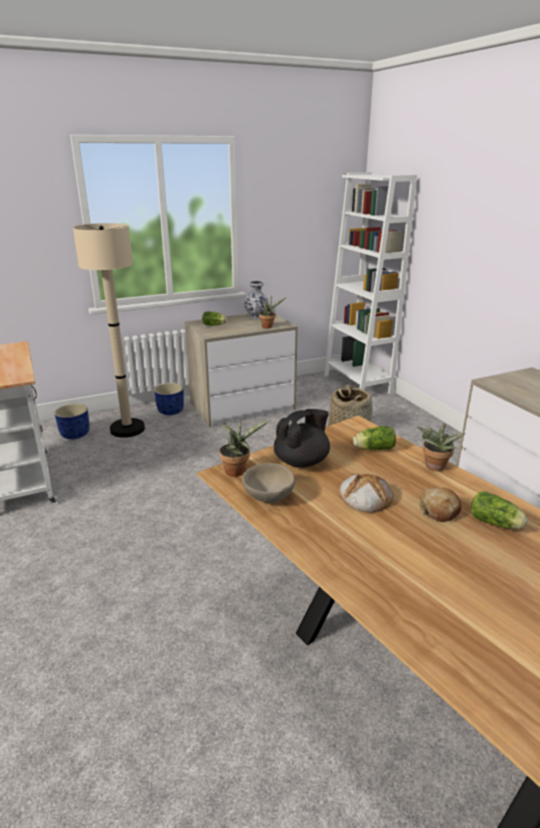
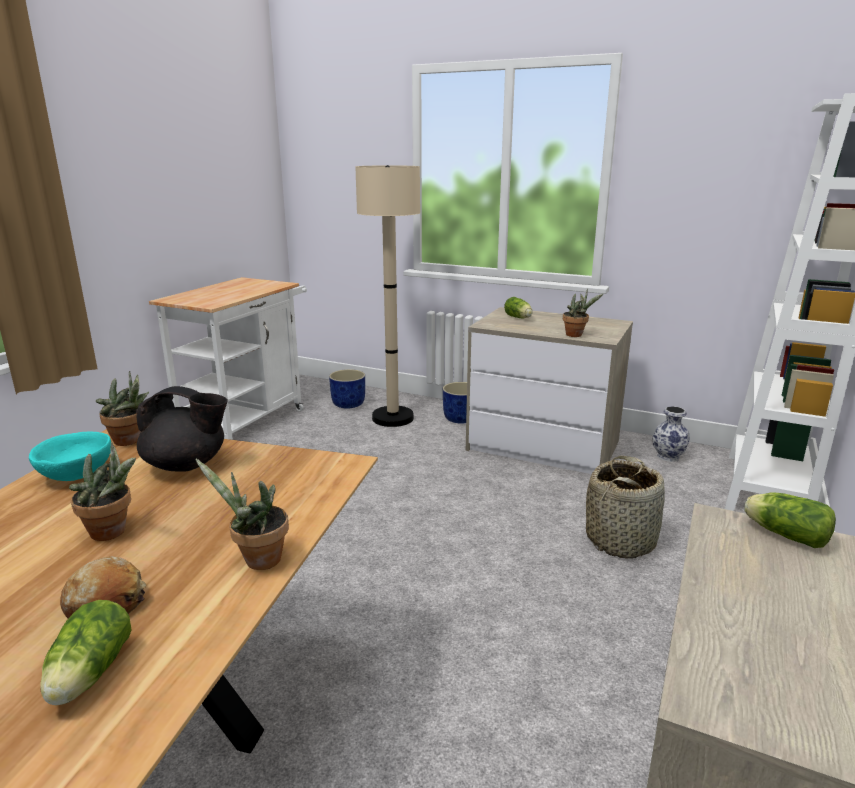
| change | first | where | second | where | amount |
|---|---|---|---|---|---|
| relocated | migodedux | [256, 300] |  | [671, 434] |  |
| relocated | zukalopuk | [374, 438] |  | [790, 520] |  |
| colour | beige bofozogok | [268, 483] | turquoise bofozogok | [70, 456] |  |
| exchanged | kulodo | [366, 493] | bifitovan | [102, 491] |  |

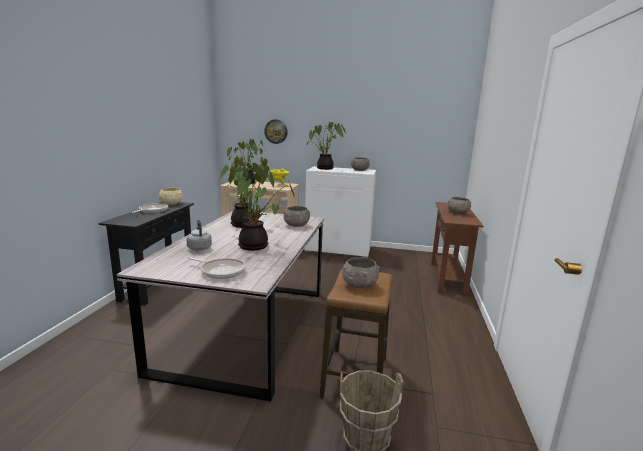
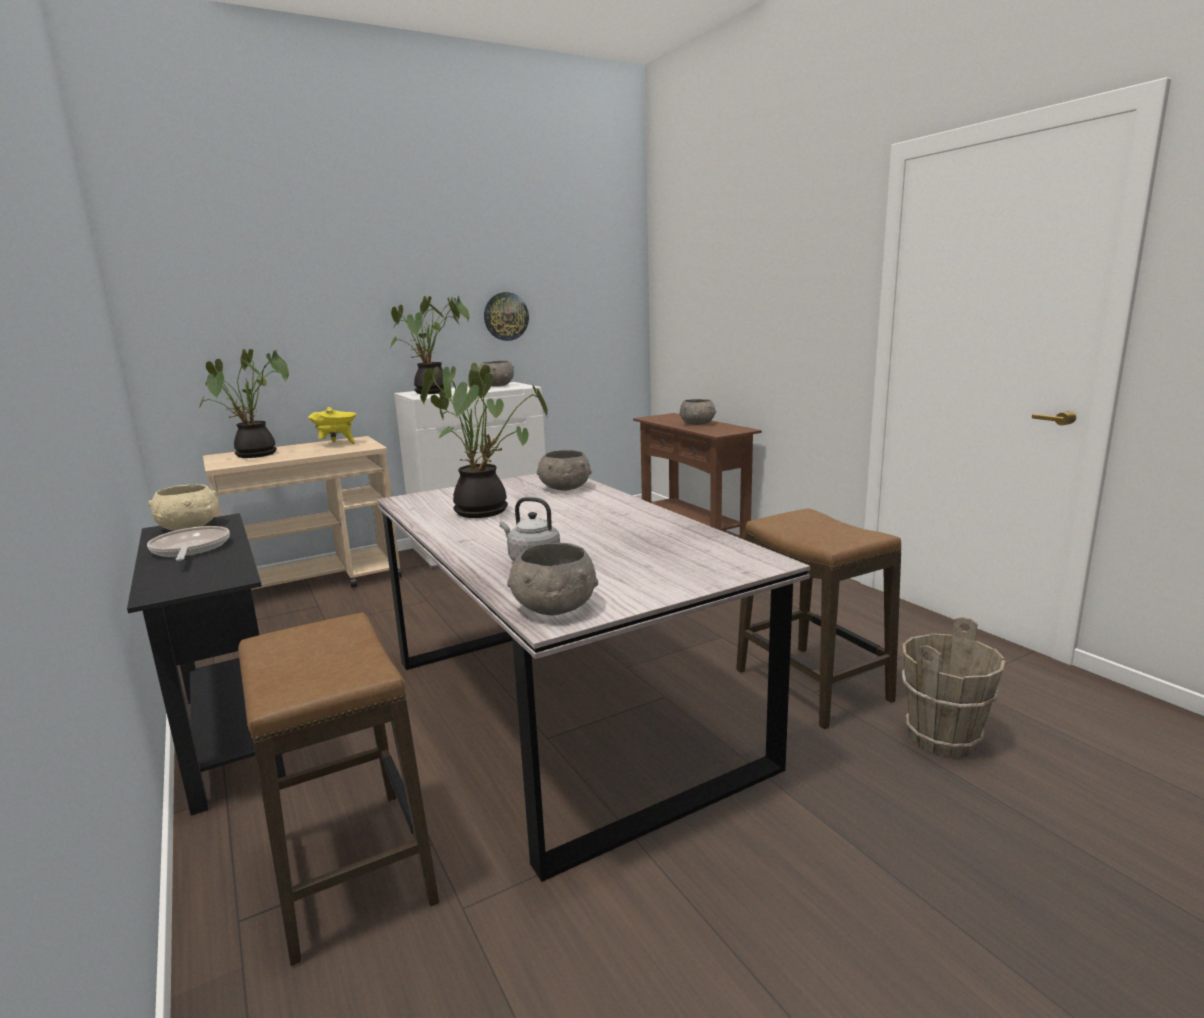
| change | first | where | second | where | amount |
|---|---|---|---|---|---|
| relocated | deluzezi | [276, 131] |  | [506, 316] |  |
| missing | bifitovan | [261, 207] |  |  |  |
| missing | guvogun | [216, 268] |  |  |  |
| relocated | grey bofozogok | [361, 272] |  | [552, 579] |  |
| appeared |  |  | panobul | [338, 789] |  |

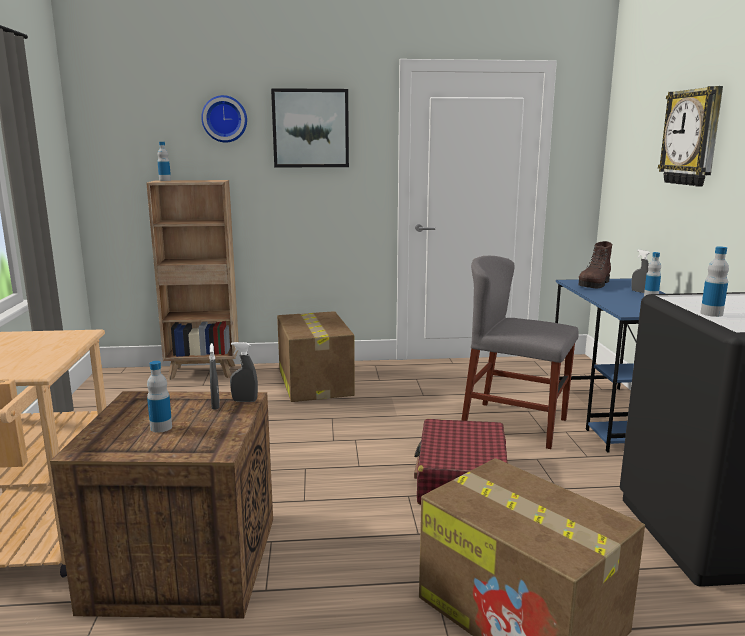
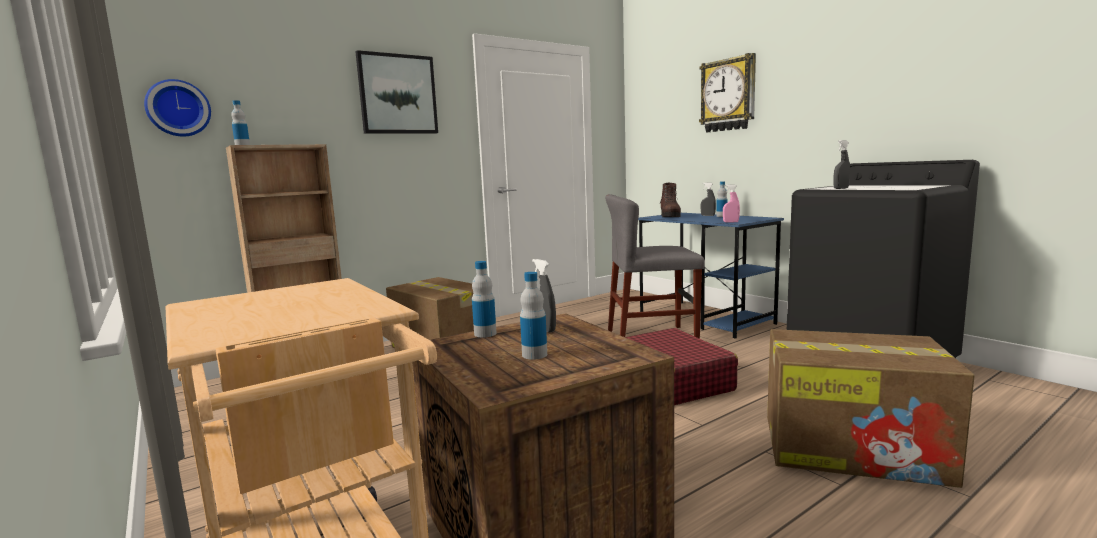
| change | first | where | second | where | amount |
|---|---|---|---|---|---|
| relocated | deluzezi | [224, 119] |  | [177, 108] |  |
| relocated | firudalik | [714, 281] |  | [484, 299] |  |
| relocated | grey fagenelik | [244, 372] |  | [841, 164] |  |
| appeared |  |  | pink fagenelik | [731, 203] |  |

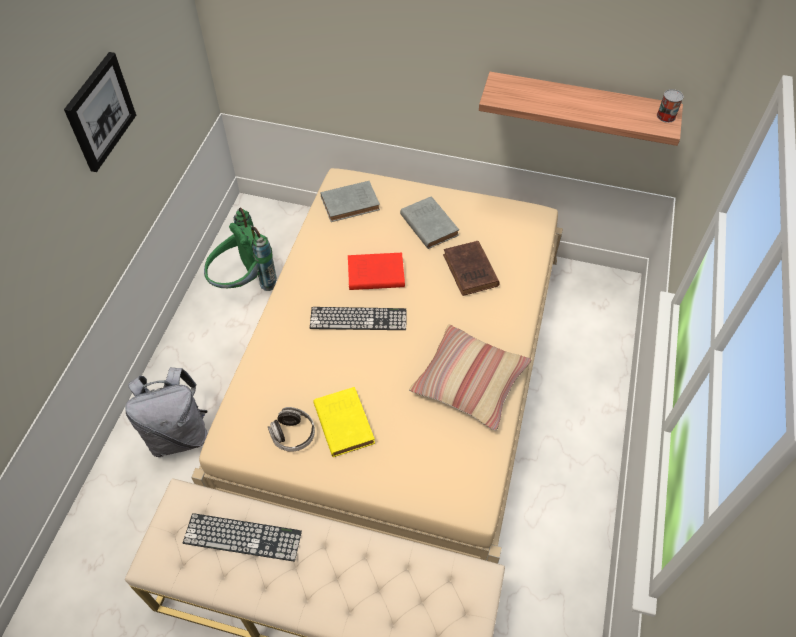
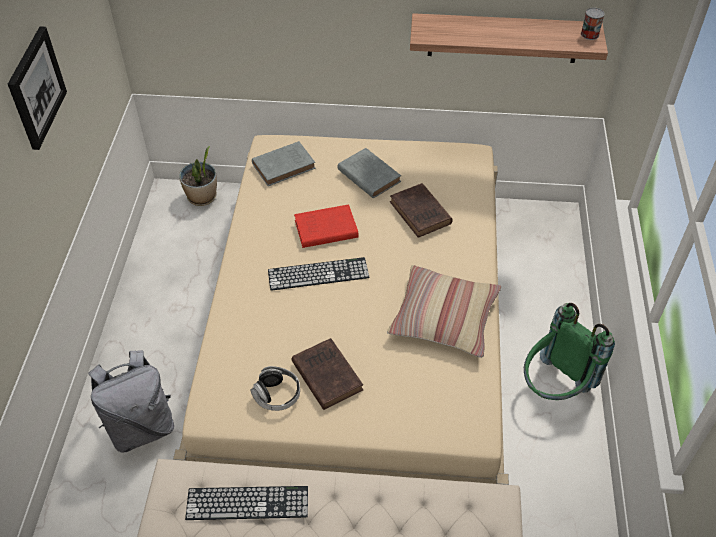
| change | first | where | second | where | amount |
|---|---|---|---|---|---|
| relocated | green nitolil | [240, 249] |  | [569, 351] |  |
| colour | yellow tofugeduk | [344, 422] | brown tofugeduk | [327, 374] |  |
| appeared |  |  | bifitovan | [198, 176] |  |

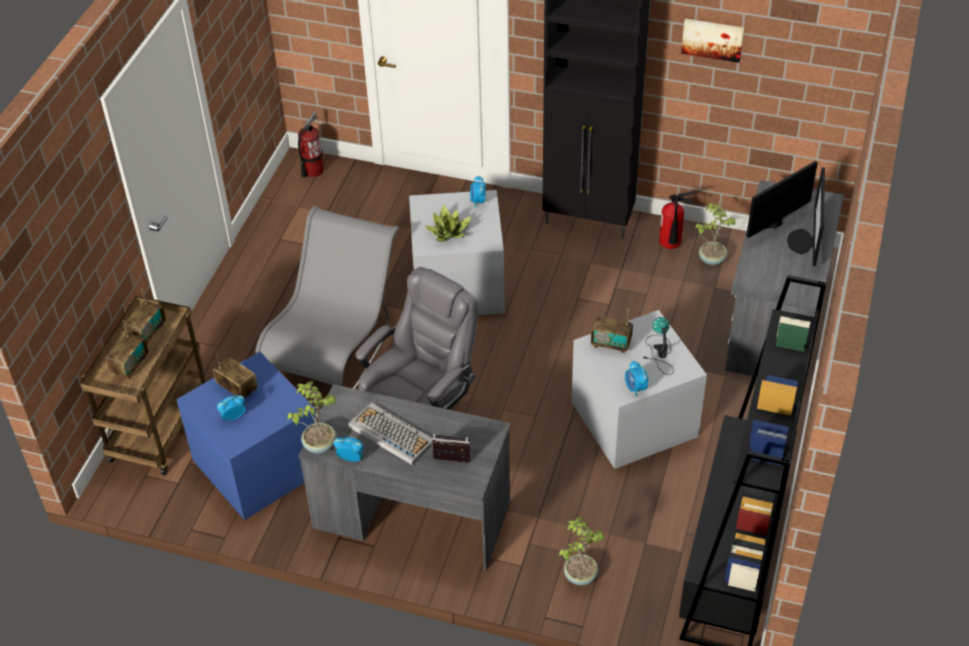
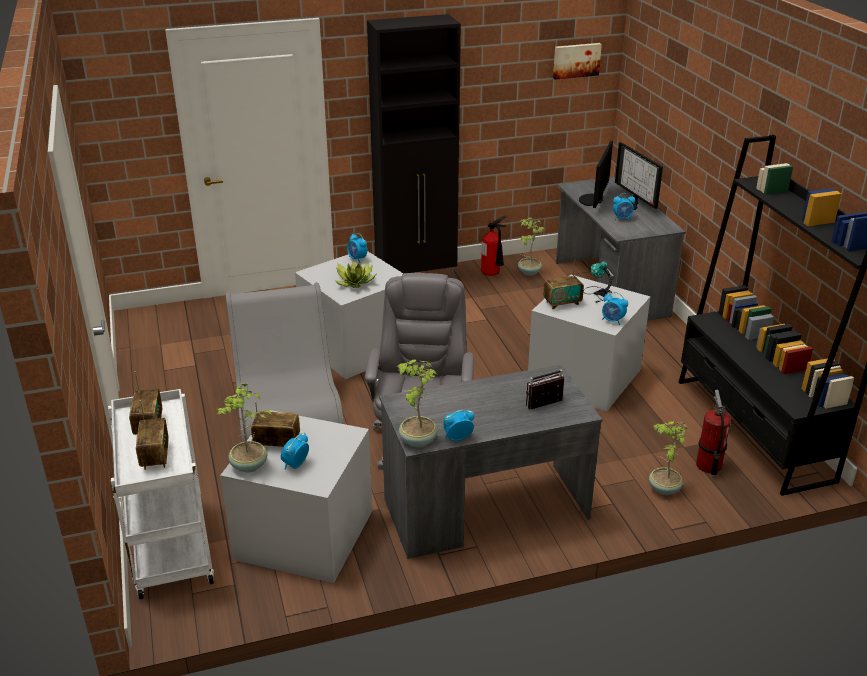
| change | first | where | second | where | amount |
|---|---|---|---|---|---|
| relocated | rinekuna | [712, 41] |  | [577, 61] |  |
| relocated | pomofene | [311, 144] |  | [713, 432] |  |
| colour | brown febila | [144, 385] | white febila | [161, 494] |  |
| colour | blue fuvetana | [246, 436] | grey fuvetana | [296, 496] |  |
| missing | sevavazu | [390, 434] |  |  |  |
| appeared |  |  | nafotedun | [624, 206] |  |
| appeared |  |  | bifitovan | [244, 427] |  |

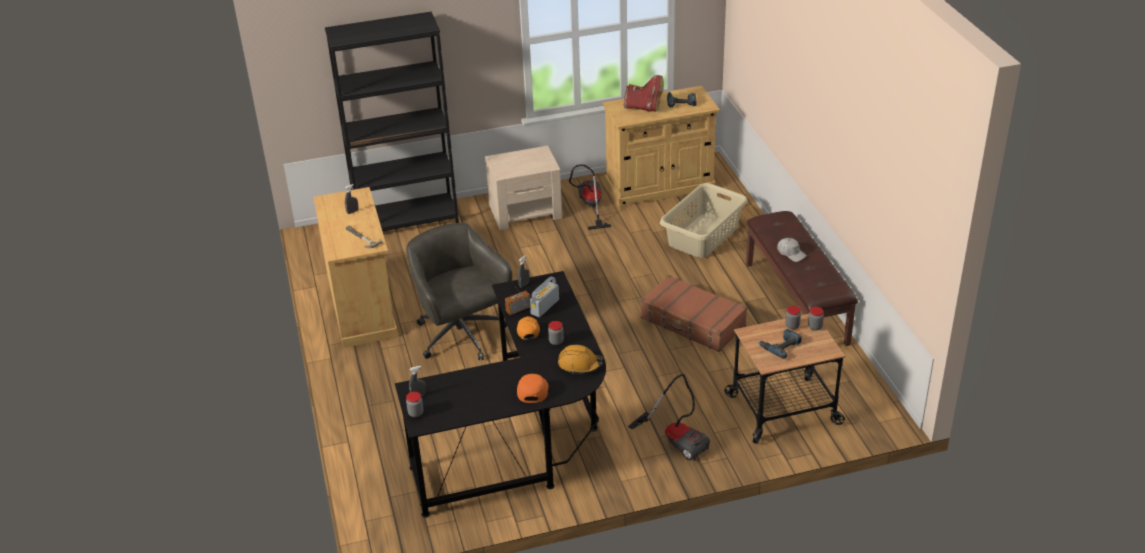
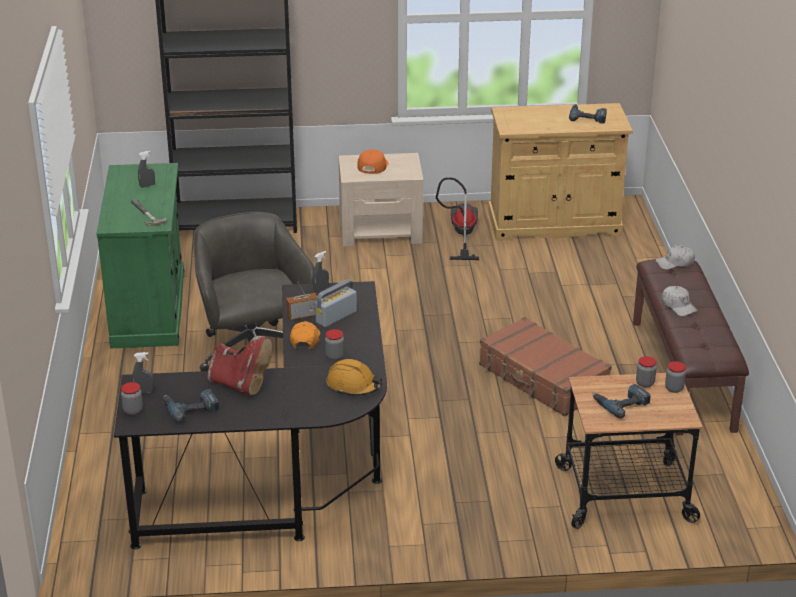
| change | first | where | second | where | amount |
|---|---|---|---|---|---|
| relocated | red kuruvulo | [644, 93] |  | [239, 365] |  |
| missing | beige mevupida | [704, 220] |  |  |  |
| colour | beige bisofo | [355, 267] | green bisofo | [140, 256] |  |
| relocated | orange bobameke | [532, 388] |  | [372, 162] |  |
| missing | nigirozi | [669, 417] |  |  |  |
| appeared |  |  | white bobameke | [675, 257] |  |
| appeared |  |  | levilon | [191, 406] |  |

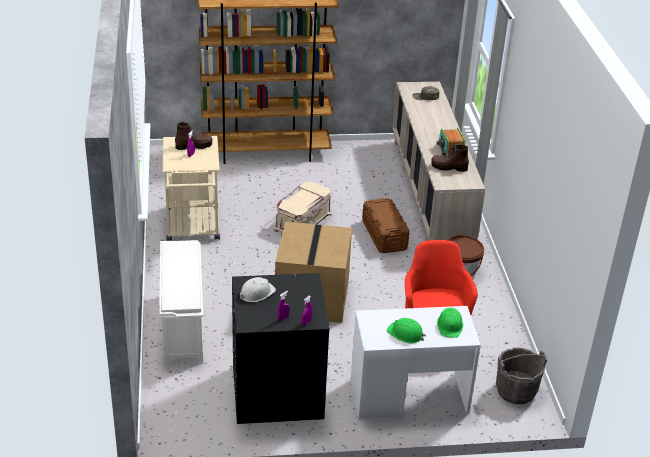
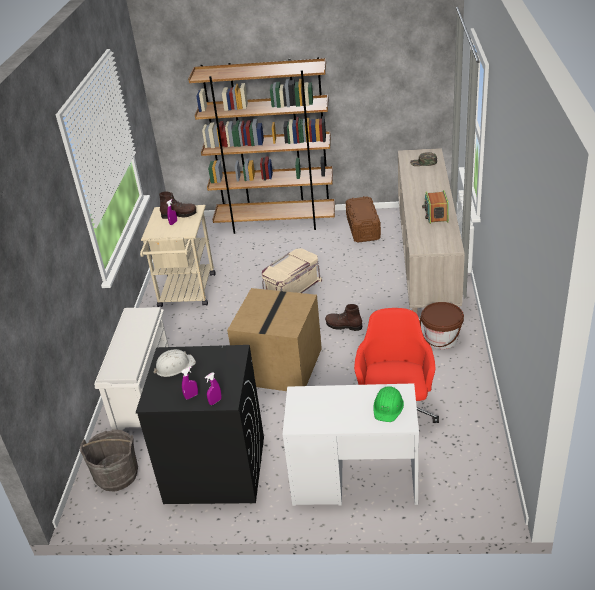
| change | first | where | second | where | amount |
|---|---|---|---|---|---|
| relocated | brown kuruvulo | [450, 158] |  | [343, 317] |  |
| relocated | brown fuvetana | [386, 225] |  | [363, 219] |  |
| missing | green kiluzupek | [406, 331] |  |  |  |
| relocated | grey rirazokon | [522, 375] |  | [109, 460] |  |

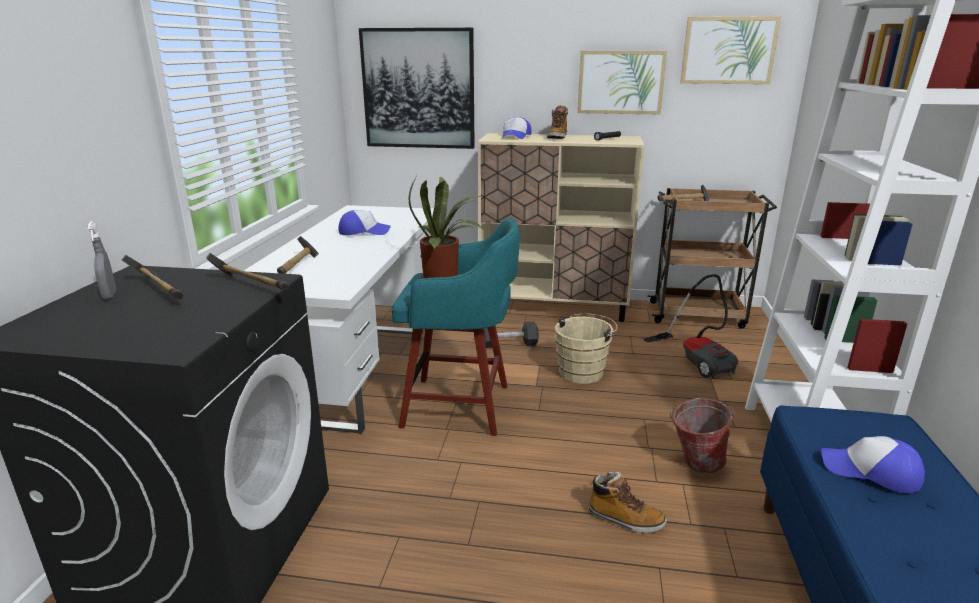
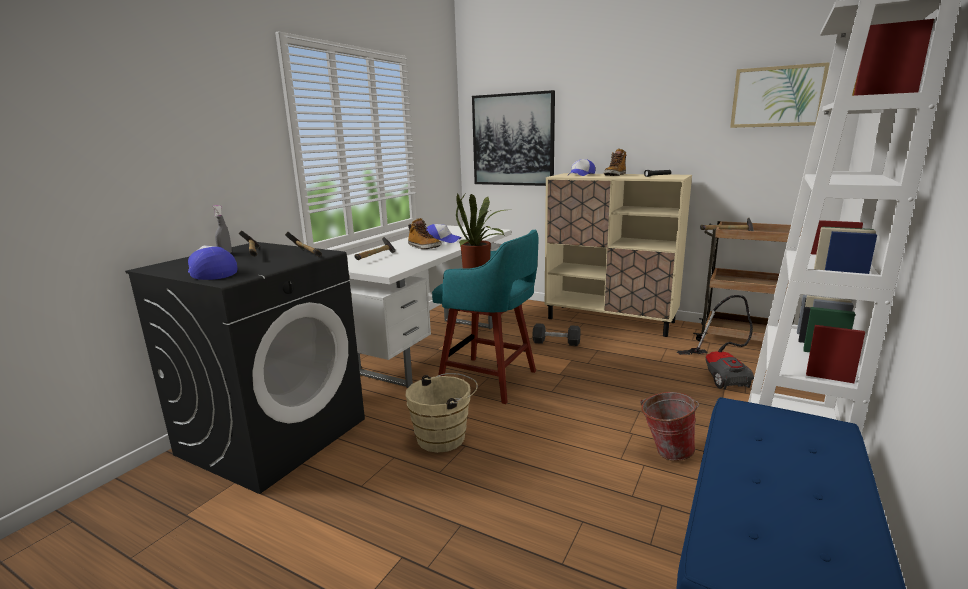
| change | first | where | second | where | amount |
|---|---|---|---|---|---|
| missing | rinekuna | [622, 82] |  |  |  |
| relocated | beige rirazokon | [586, 348] |  | [442, 413] |  |
| relocated | bobameke | [873, 464] |  | [212, 262] |  |
| relocated | kuruvulo | [627, 502] |  | [425, 233] |  |

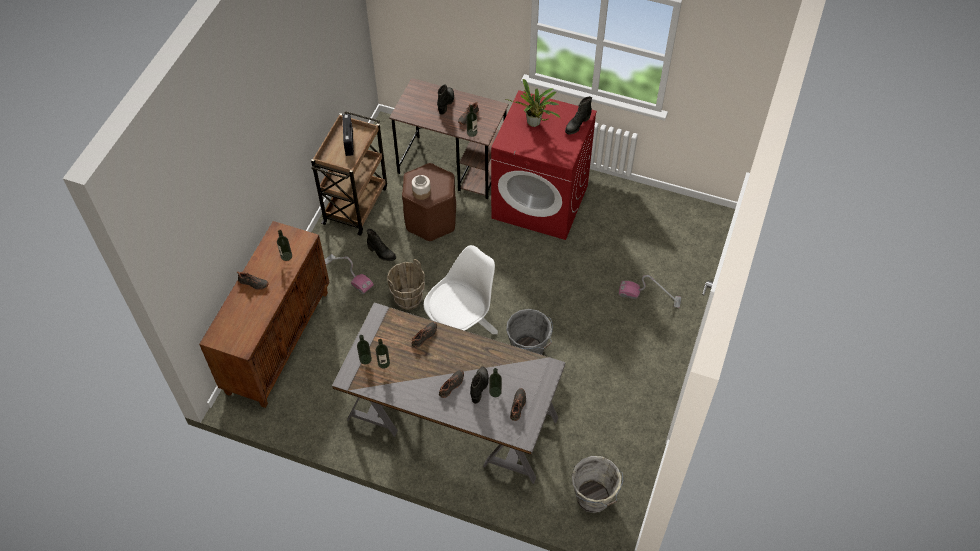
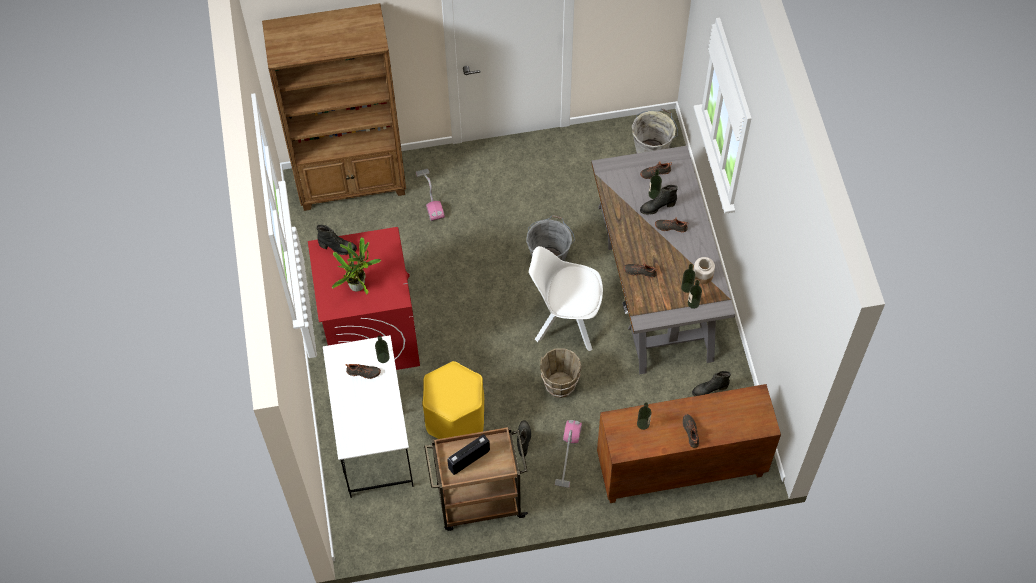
| change | first | where | second | where | amount |
|---|---|---|---|---|---|
| colour | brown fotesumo | [448, 138] | white fotesumo | [368, 416] |  |
| relocated | black kuruvulo | [445, 99] |  | [711, 383] |  |
| colour | brown panobul | [429, 202] | yellow panobul | [453, 400] |  |
| relocated | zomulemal | [421, 187] |  | [704, 270] |  |
| appeared |  |  | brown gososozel | [334, 107] |  |

